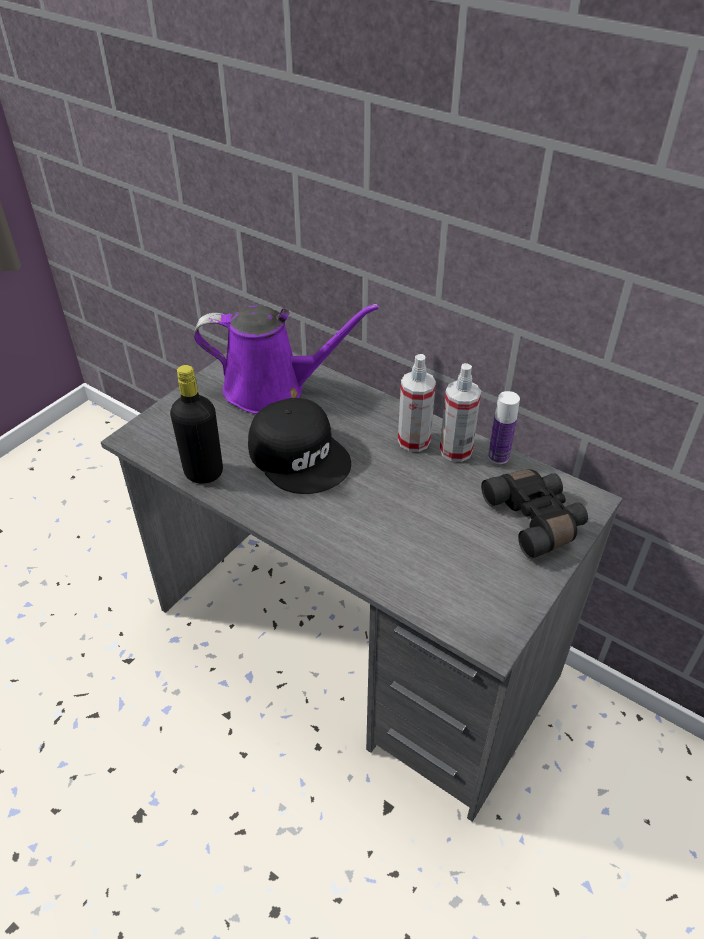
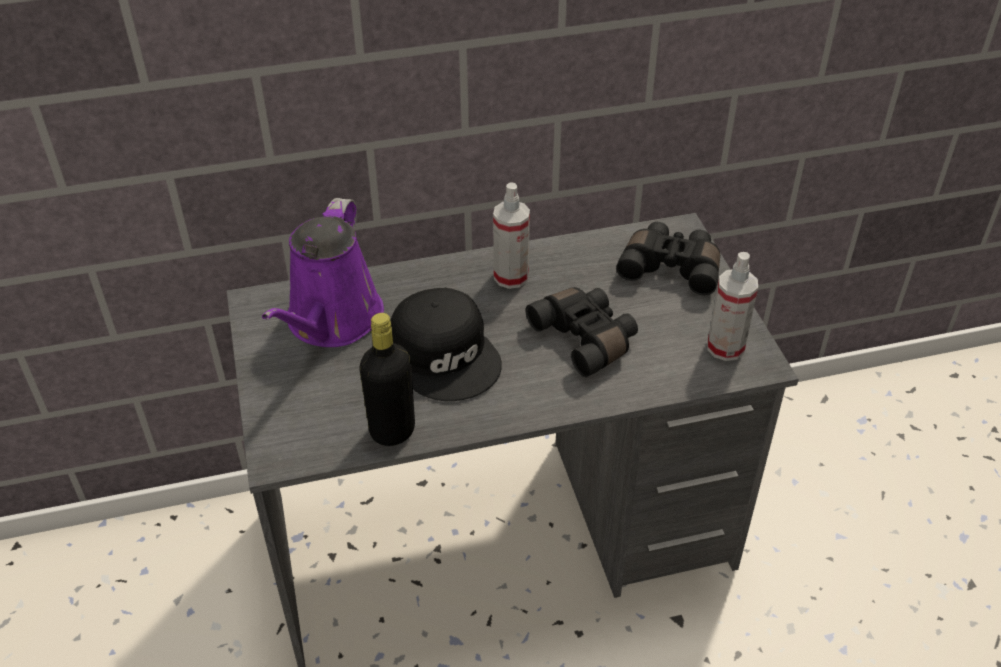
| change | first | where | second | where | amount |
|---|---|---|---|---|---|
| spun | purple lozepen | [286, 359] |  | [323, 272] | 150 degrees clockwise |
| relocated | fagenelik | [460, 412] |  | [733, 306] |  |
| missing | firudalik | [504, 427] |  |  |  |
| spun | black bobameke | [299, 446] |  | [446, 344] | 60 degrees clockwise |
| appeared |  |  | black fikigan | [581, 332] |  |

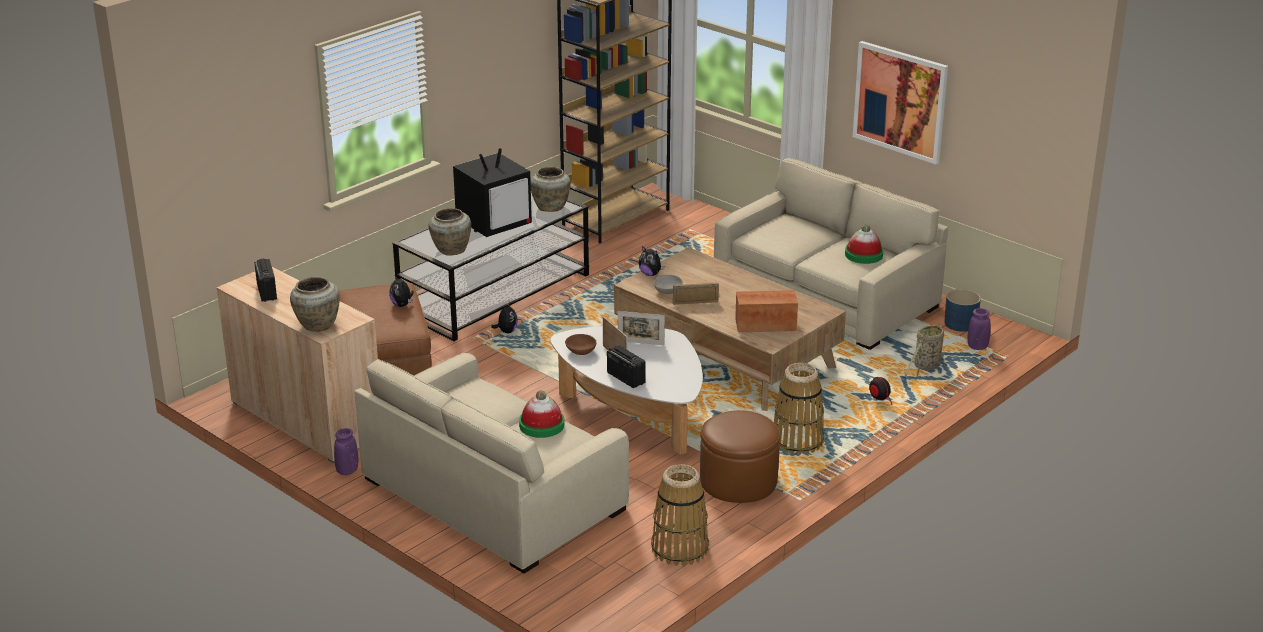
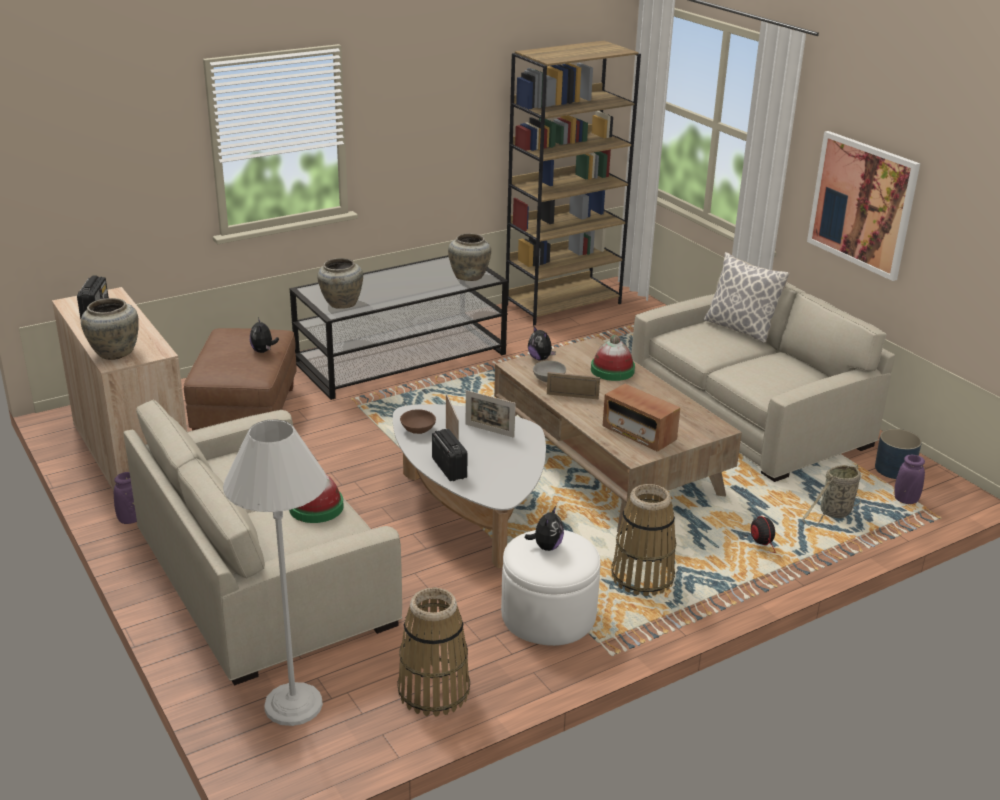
| change | first | where | second | where | amount |
|---|---|---|---|---|---|
| missing | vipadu | [492, 192] |  |  |  |
| relocated | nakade | [864, 244] |  | [613, 358] |  |
| spun | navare | [766, 311] |  | [641, 418] | 150 degrees counterclockwise |
| relocated | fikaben | [504, 317] |  | [544, 528] |  |
| colour | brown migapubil | [740, 456] | white migapubil | [551, 588] |  |
| appeared |  |  | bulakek | [746, 297] |  |
| appeared |  |  | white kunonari | [275, 573] |  |

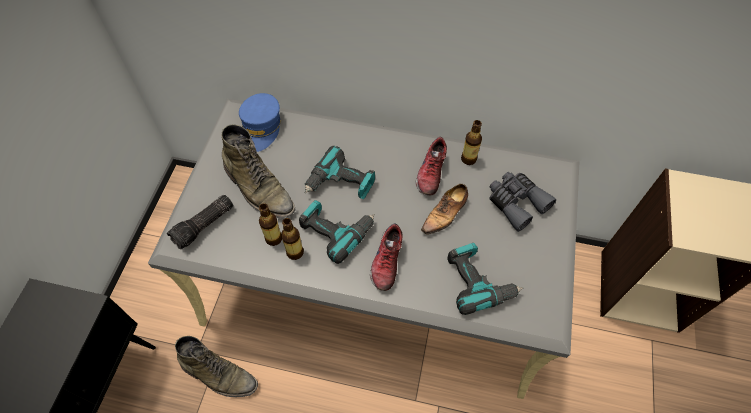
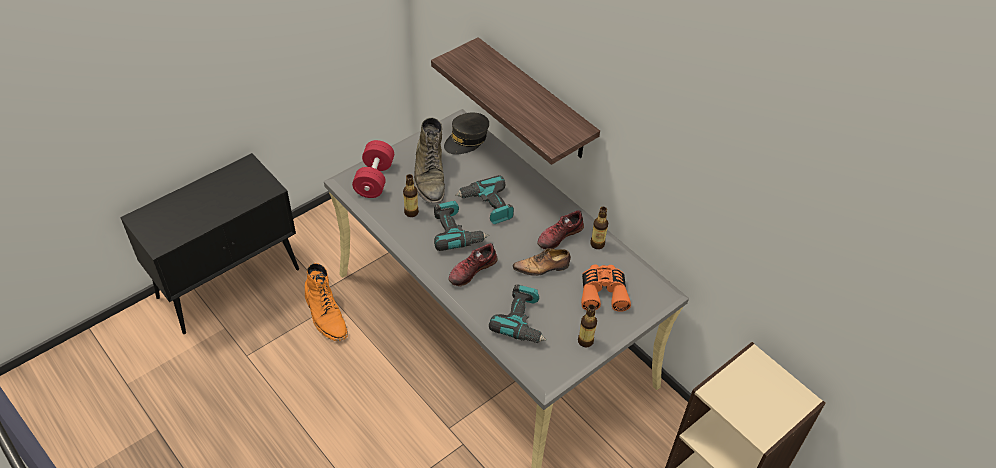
| change | first | where | second | where | amount |
|---|---|---|---|---|---|
| colour | blue bobameke | [260, 122] | grey bobameke | [466, 134] |  |
| colour | grey fikigan | [522, 202] | orange fikigan | [606, 288] |  |
| exchanged | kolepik | [200, 222] | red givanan | [373, 169] |  |
| relocated | firudalik | [292, 239] |  | [587, 325] |  |
| colour | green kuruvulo | [216, 366] | orange kuruvulo | [326, 302] |  |
| appeared |  |  | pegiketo | [515, 101] |  |

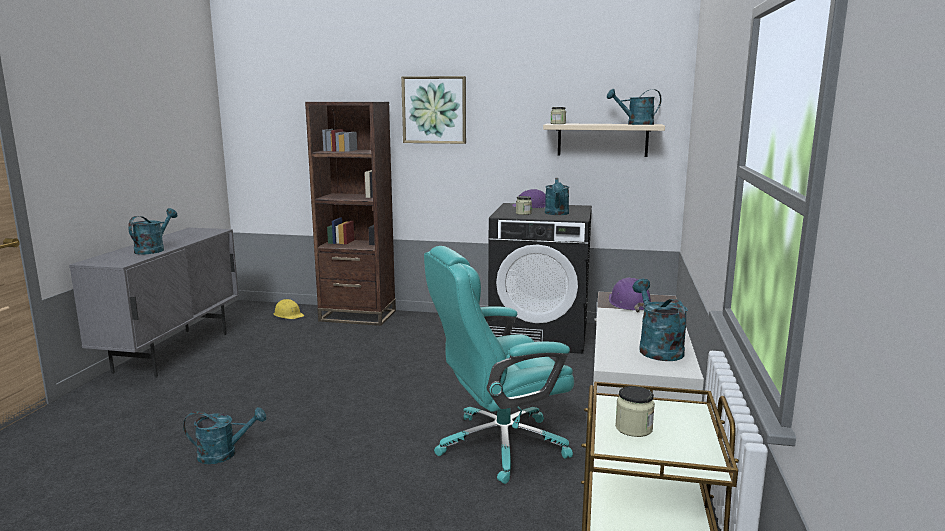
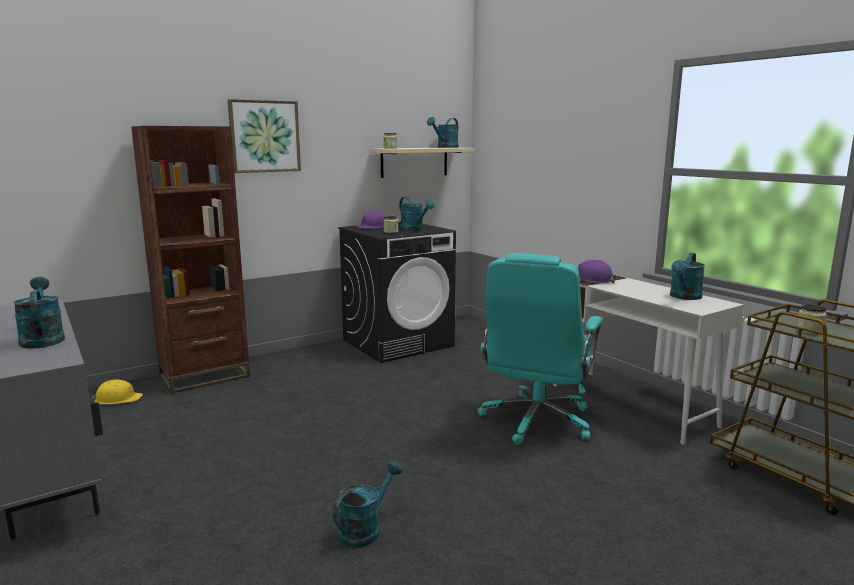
| change | first | where | second | where | amount |
|---|---|---|---|---|---|
| spun | turquoise lozepen | [660, 320] |  | [687, 276] | 90 degrees counterclockwise |

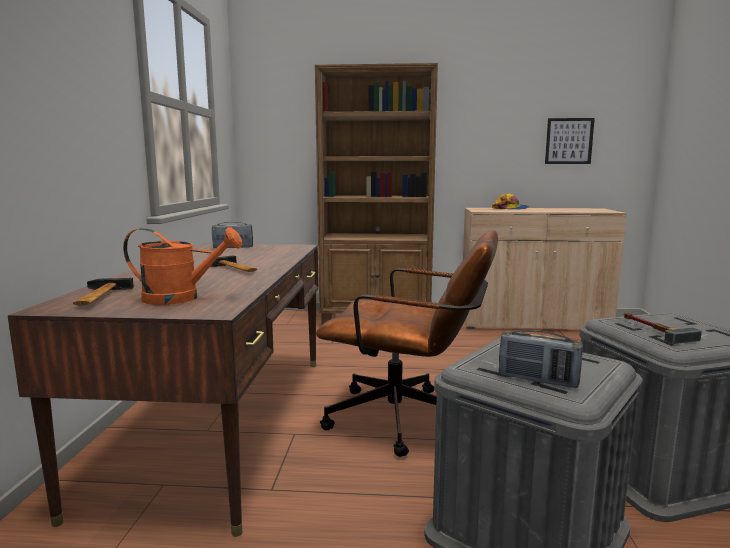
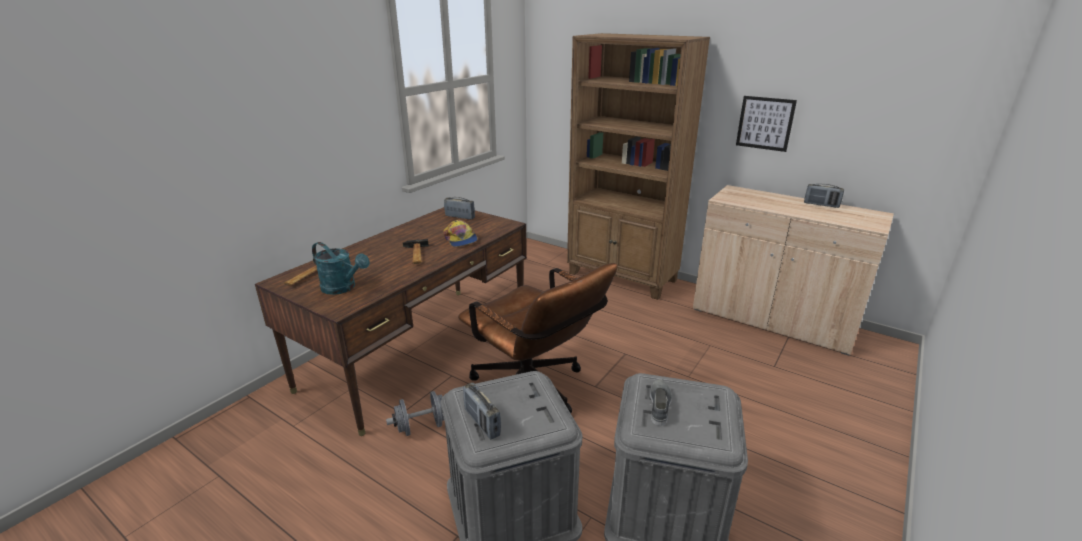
| change | first | where | second | where | amount |
|---|---|---|---|---|---|
| relocated | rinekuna | [570, 141] |  | [766, 124] |  |
| relocated | bobameke | [510, 201] |  | [460, 233] |  |
| colour | orange lozepen | [182, 266] | turquoise lozepen | [341, 268] |  |
| exchanged | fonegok | [663, 328] | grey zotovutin | [661, 402] |  |
| appeared |  |  | navare | [824, 196] |  |
| appeared |  |  | grey givanan | [415, 413] |  |

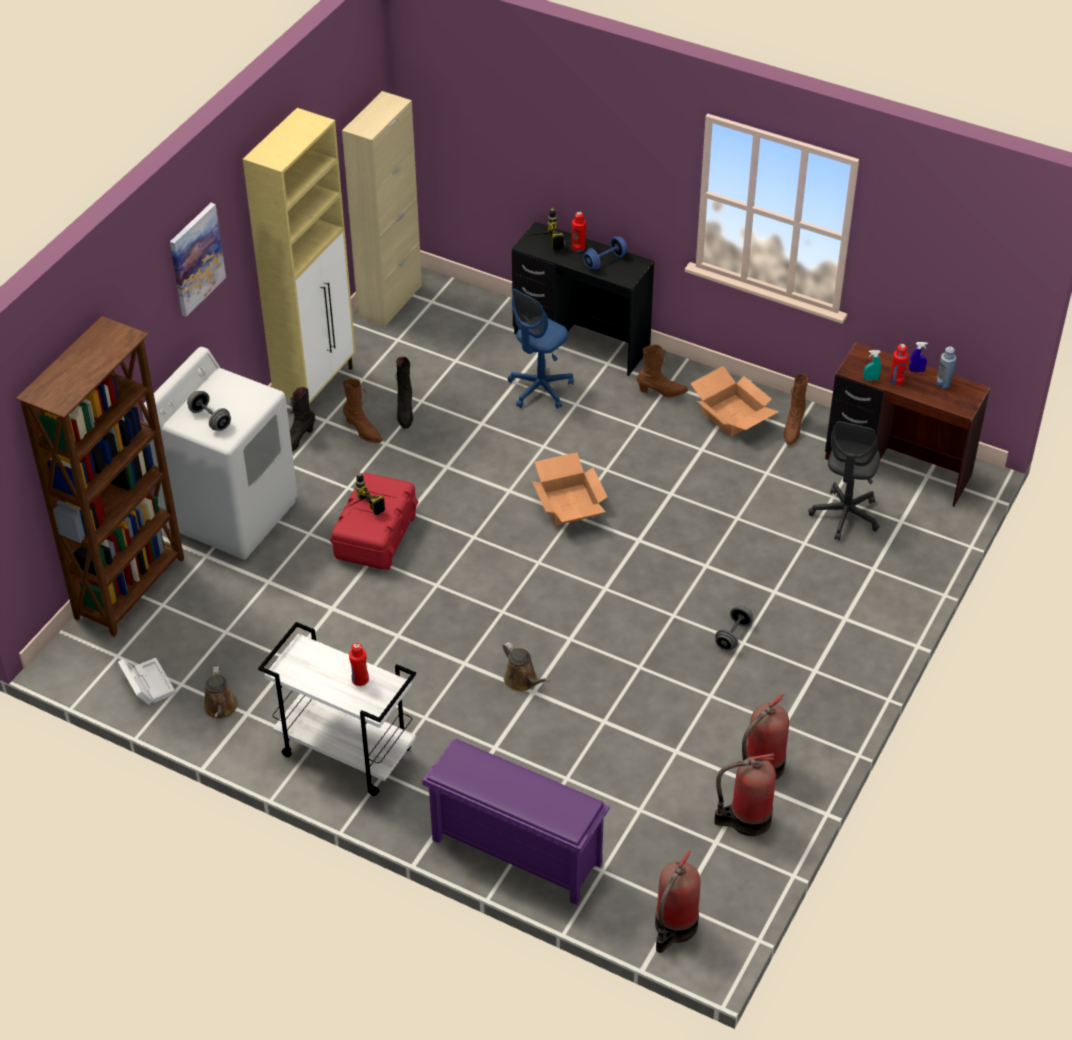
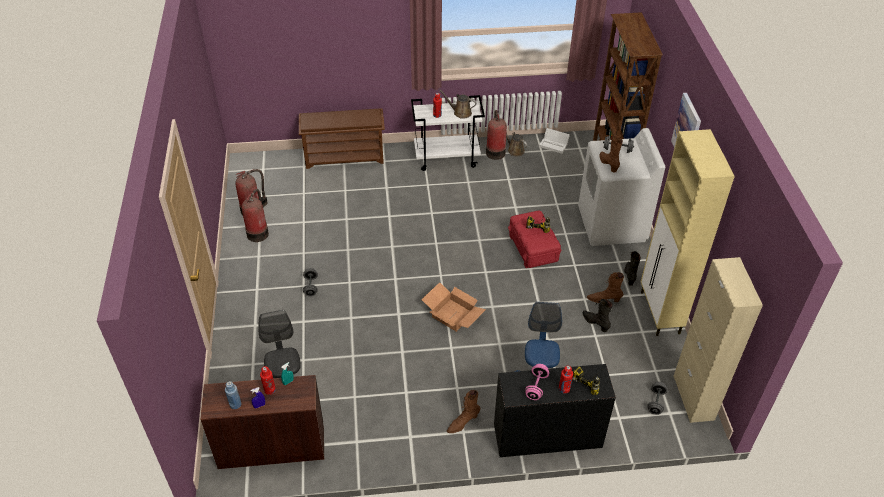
| change | first | where | second | where | amount |
|---|---|---|---|---|---|
| colour | blue givanan | [605, 252] | pink givanan | [537, 382] |  |
| missing | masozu | [734, 401] |  |  |  |
| relocated | brown kuruvulo | [796, 409] |  | [611, 154] |  |
| relocated | brown lozepen | [526, 667] |  | [458, 104] |  |
| colour | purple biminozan | [516, 822] | brown biminozan | [342, 138] |  |
| relocated | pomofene | [677, 901] |  | [496, 135] |  |
| appeared |  |  | grey givanan | [657, 398] |  |

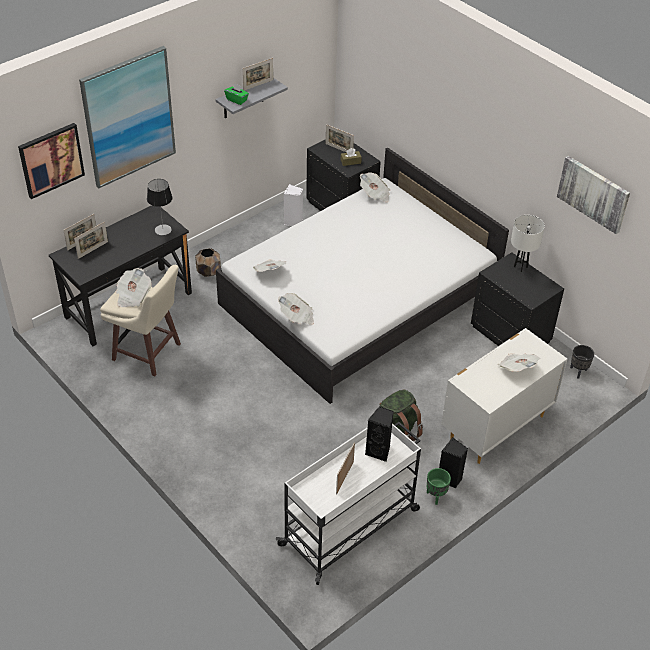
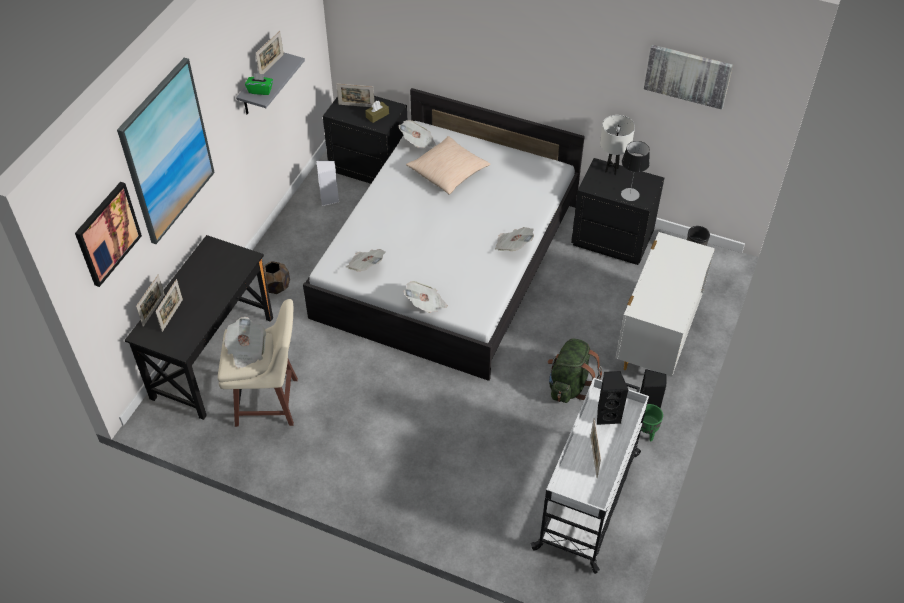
| change | first | where | second | where | amount |
|---|---|---|---|---|---|
| relocated | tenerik | [159, 207] |  | [635, 171] |  |
| relocated | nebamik | [519, 362] |  | [514, 239] |  |
| appeared |  |  | beige bulakek | [448, 165] |  |

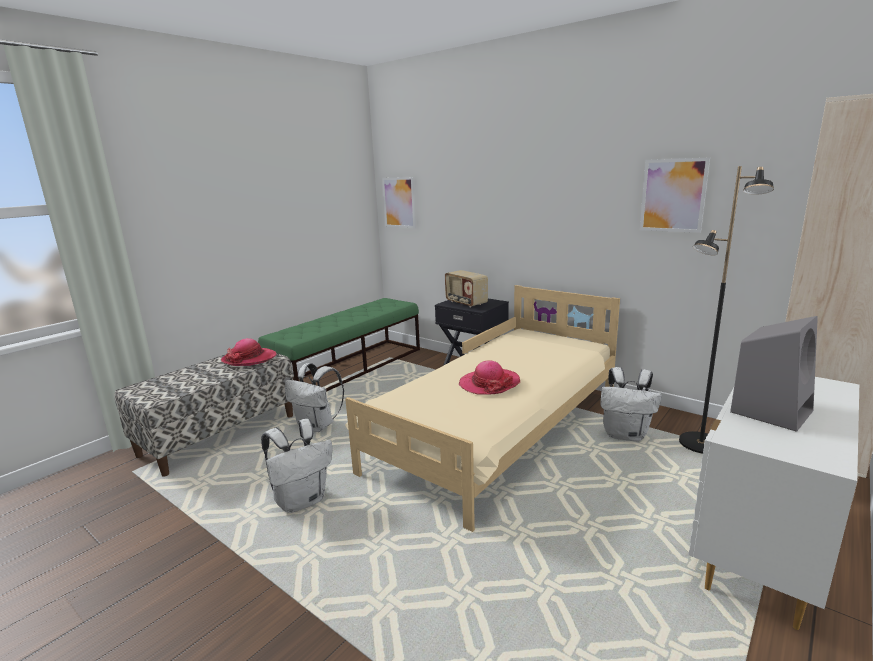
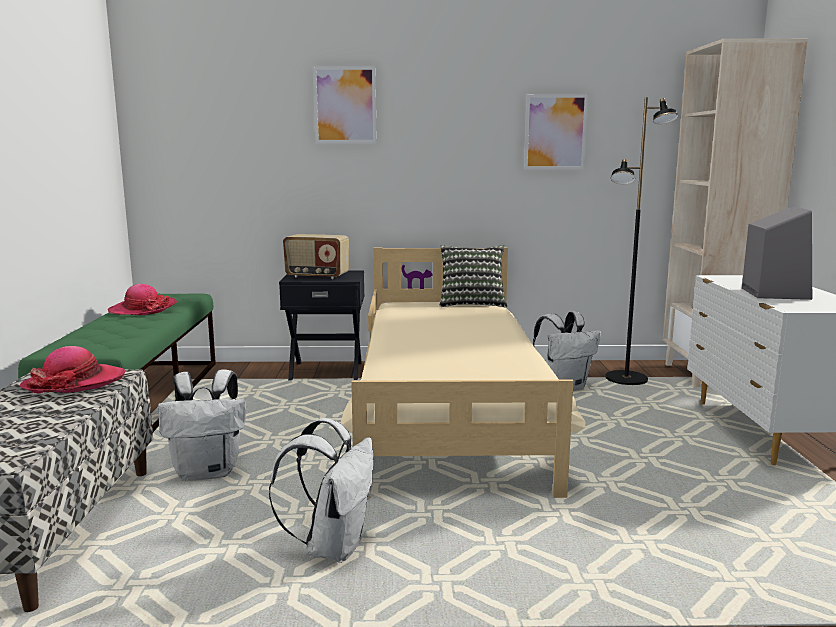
| change | first | where | second | where | amount |
|---|---|---|---|---|---|
| relocated | rinekuna | [399, 202] |  | [345, 104] |  |
| relocated | nakade | [489, 377] |  | [143, 299] |  |
| appeared |  |  | bulakek | [473, 276] |  |

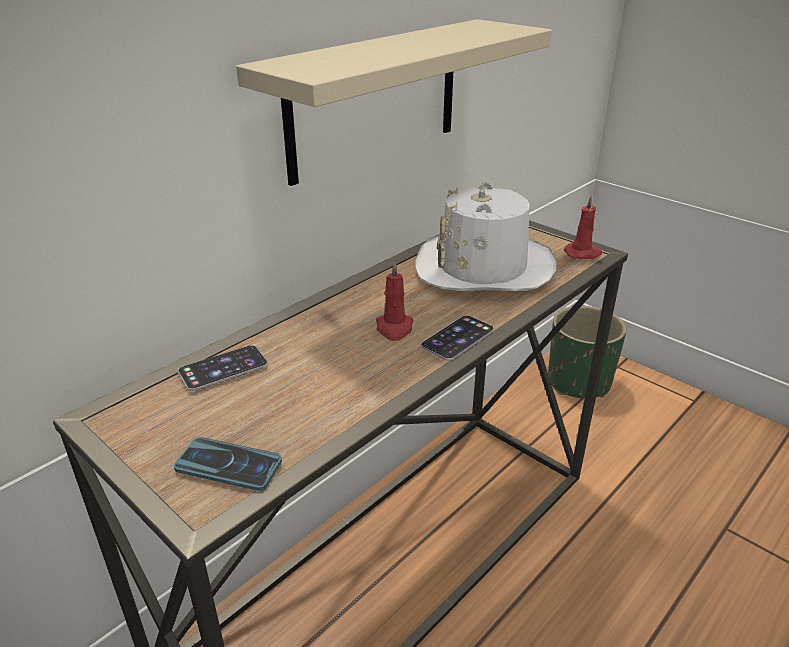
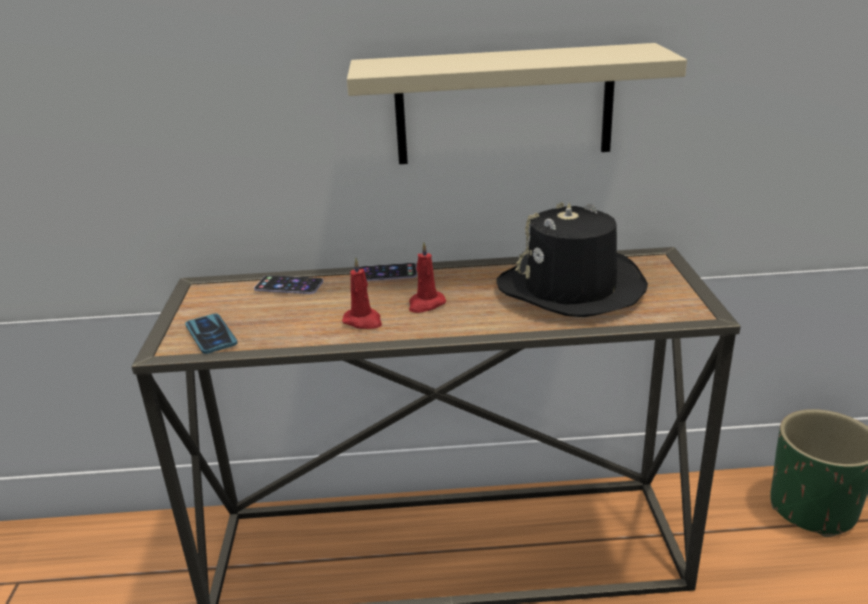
| change | first | where | second | where | amount |
|---|---|---|---|---|---|
| colour | white nakade | [486, 236] | black nakade | [572, 260] |  |
| relocated | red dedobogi | [583, 227] |  | [362, 293] |  |
| relocated | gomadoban | [457, 338] |  | [385, 272] |  |

